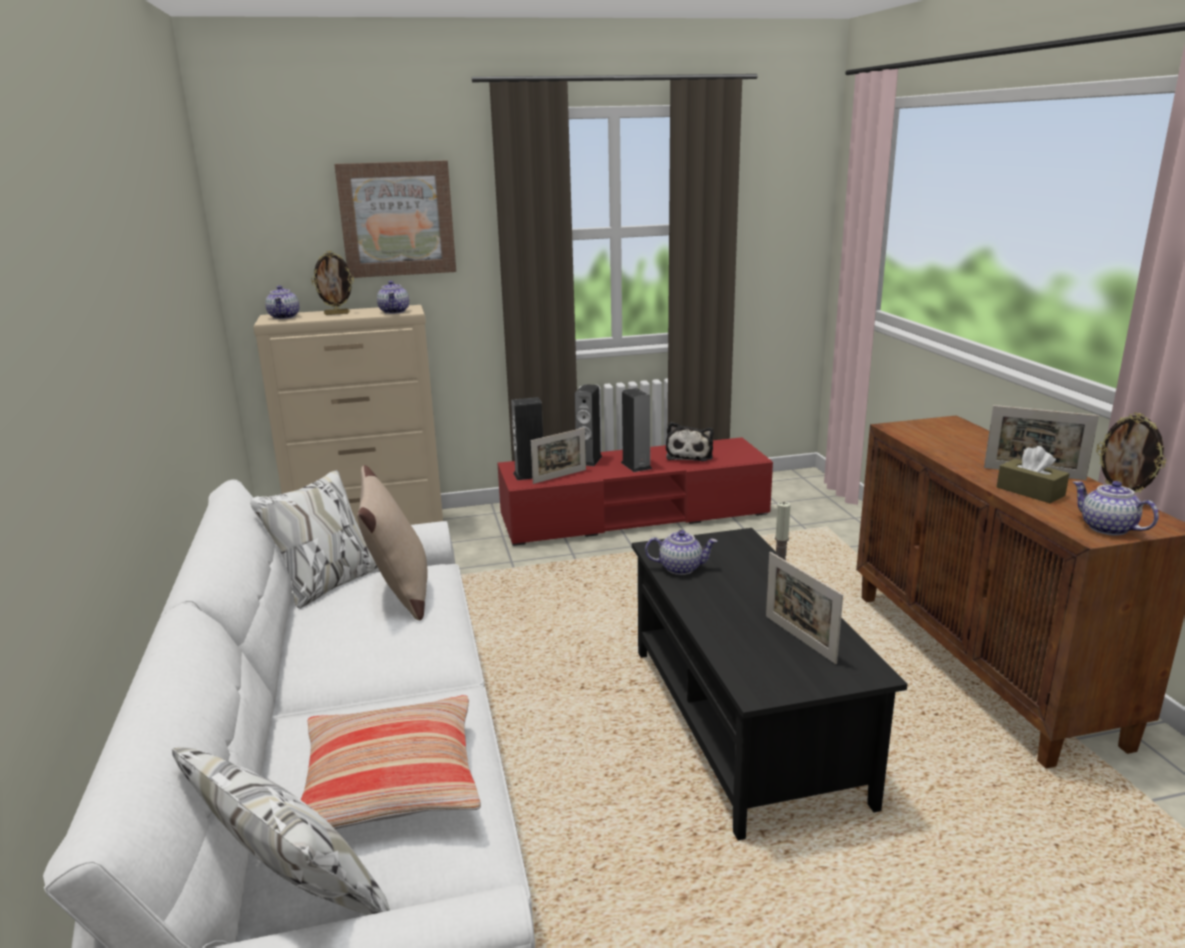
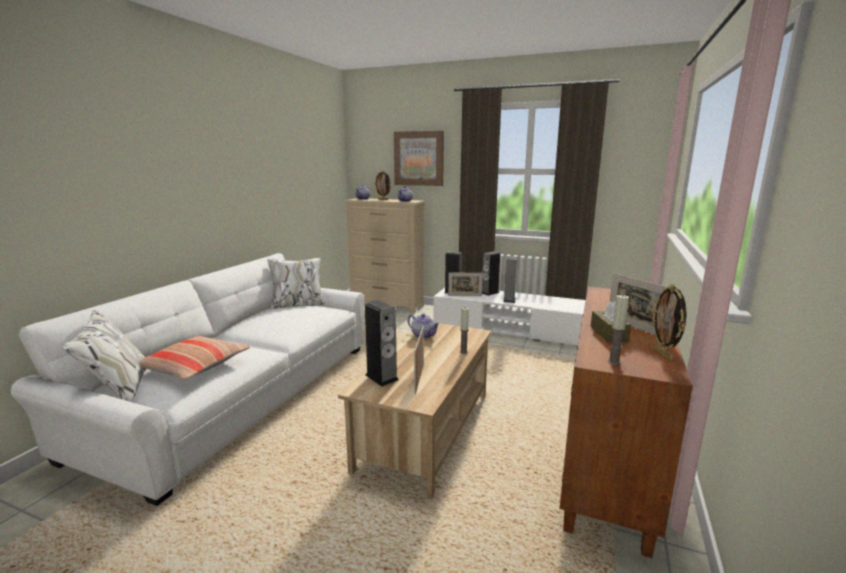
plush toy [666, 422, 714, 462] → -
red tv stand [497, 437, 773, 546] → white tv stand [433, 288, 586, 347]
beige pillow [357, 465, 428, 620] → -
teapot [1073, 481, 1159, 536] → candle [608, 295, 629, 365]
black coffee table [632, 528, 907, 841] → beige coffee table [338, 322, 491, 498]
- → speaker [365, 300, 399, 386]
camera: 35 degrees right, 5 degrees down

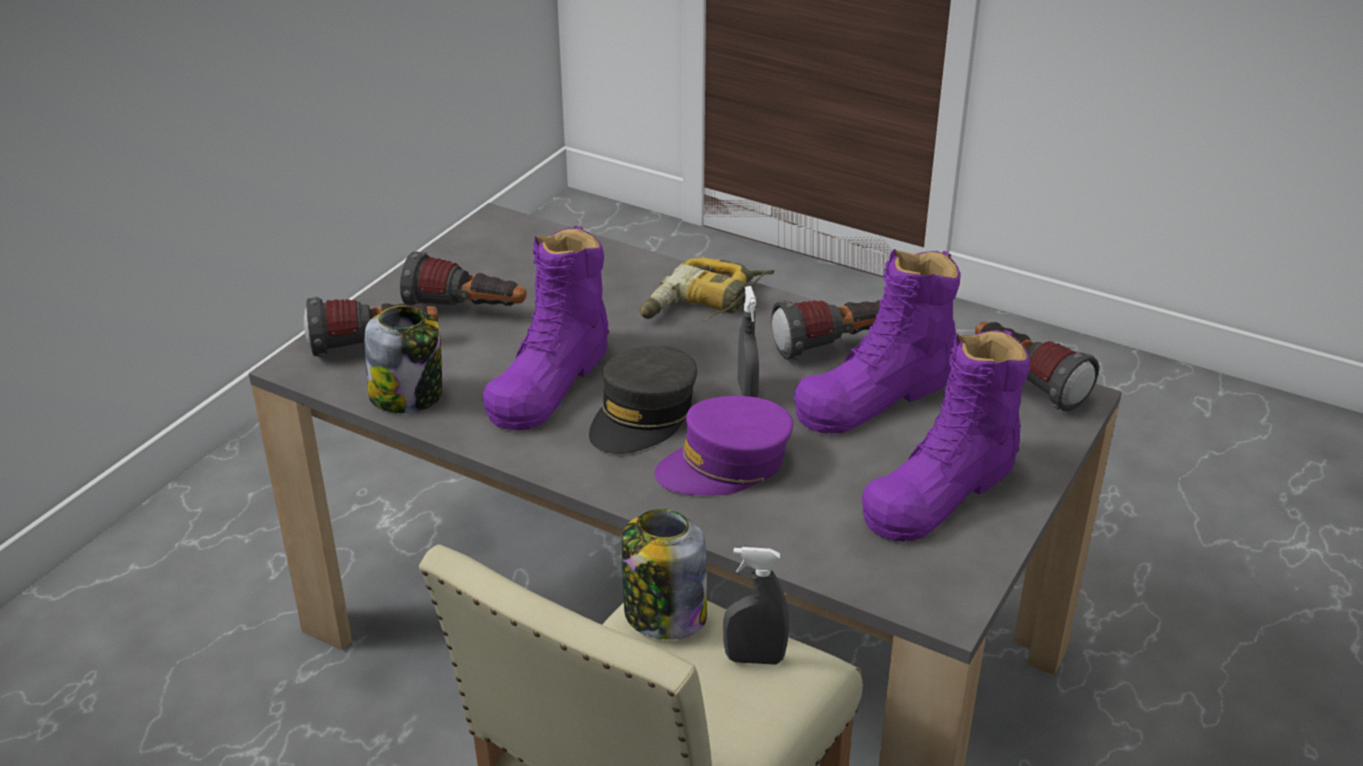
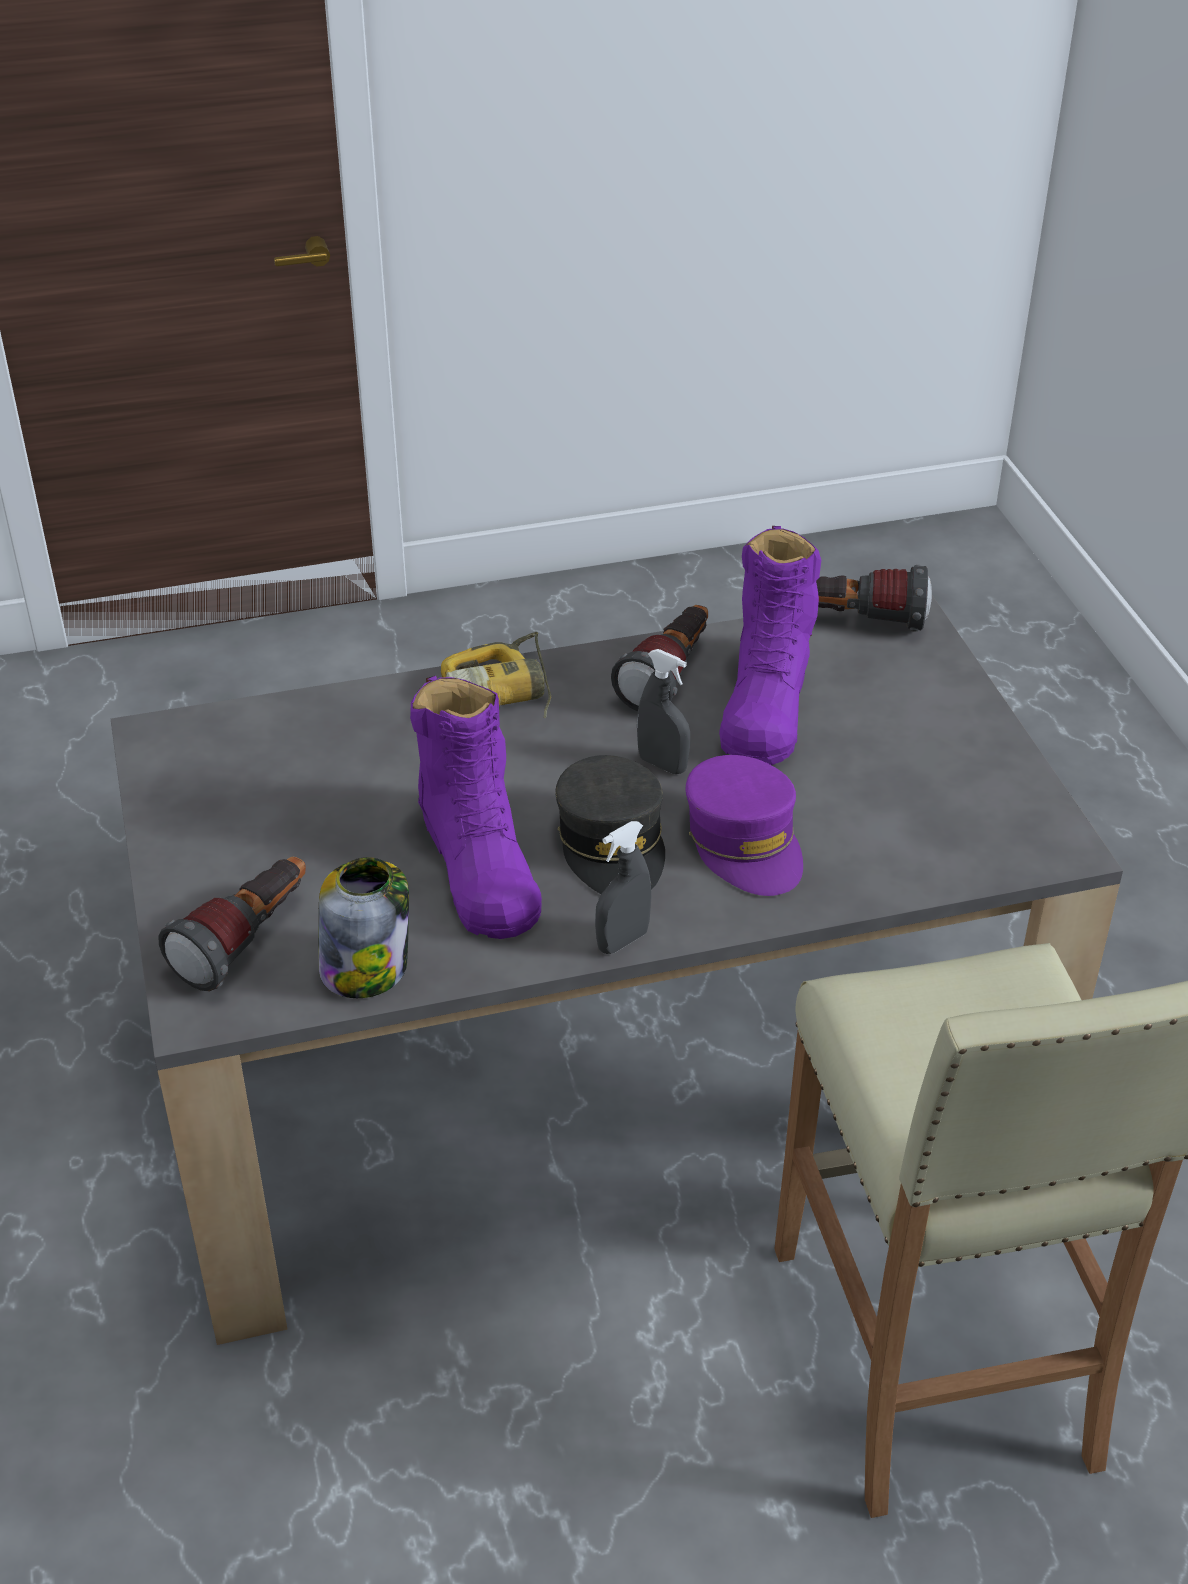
flashlight [400, 251, 526, 306] → -
purple boot [862, 329, 1030, 542] → -
purple cap [654, 396, 793, 496] → purple cap [686, 755, 803, 896], 45 degrees counterclockwise
jar [622, 509, 707, 640] → -
grey spray bottle [723, 547, 789, 665] → grey spray bottle [595, 821, 651, 954], move
camera: 45 degrees left, 5 degrees up

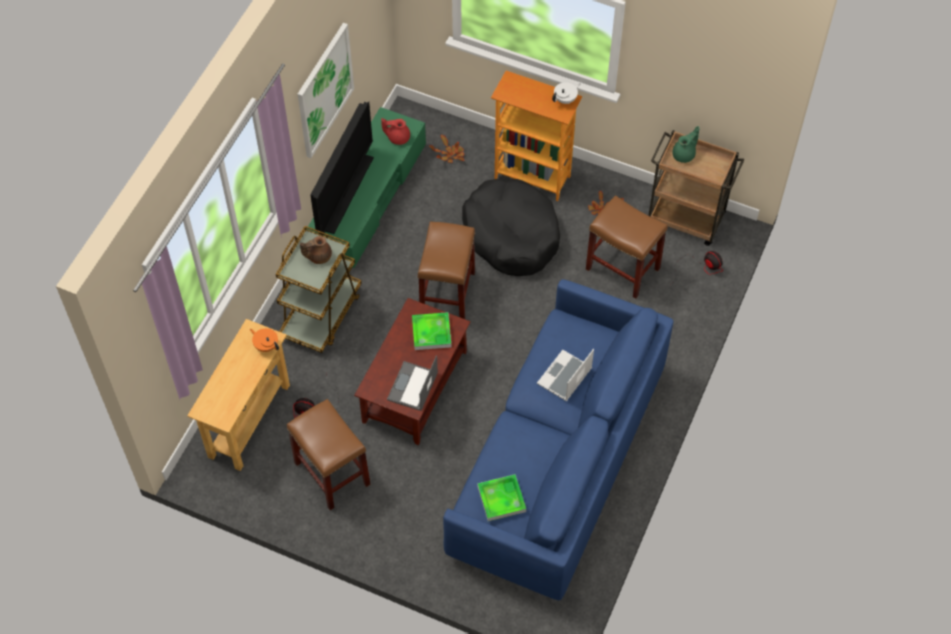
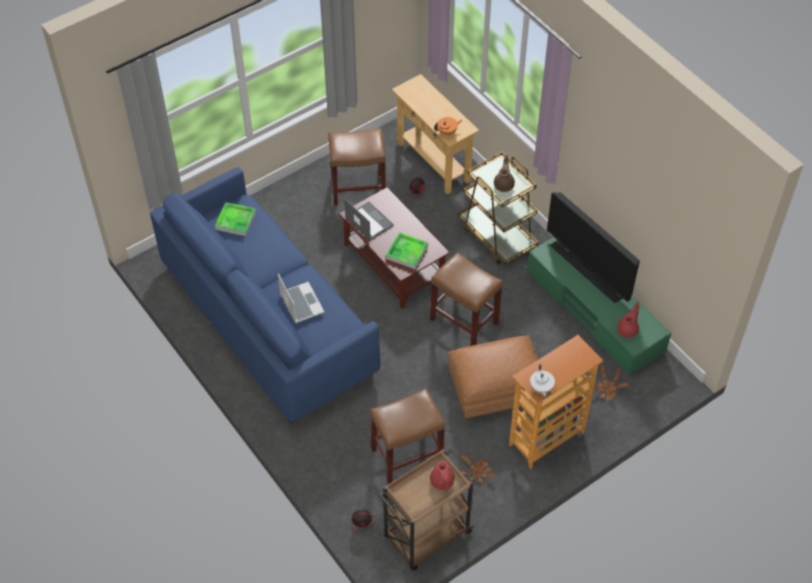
picture [297, 23, 354, 158] → -
green teapot [673, 126, 700, 163] → red teapot [430, 461, 455, 491]
black dog bed [462, 179, 560, 276] → brown ottoman [448, 335, 538, 419]
camera: 120 degrees right, 5 degrees down

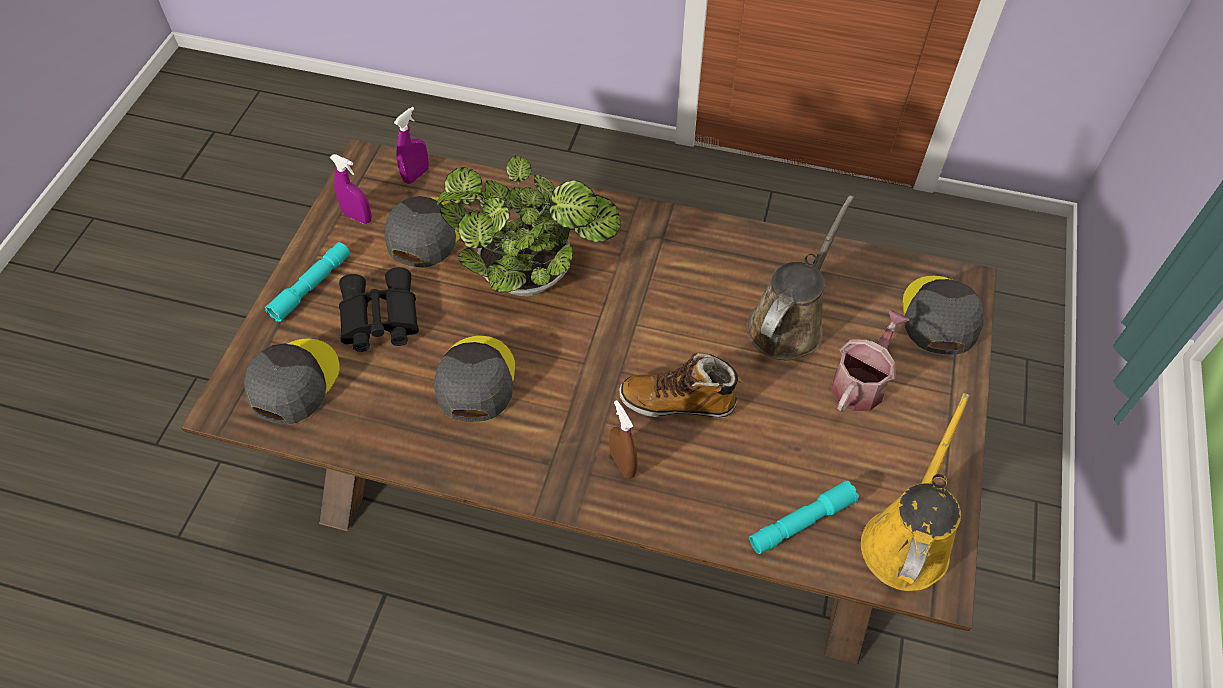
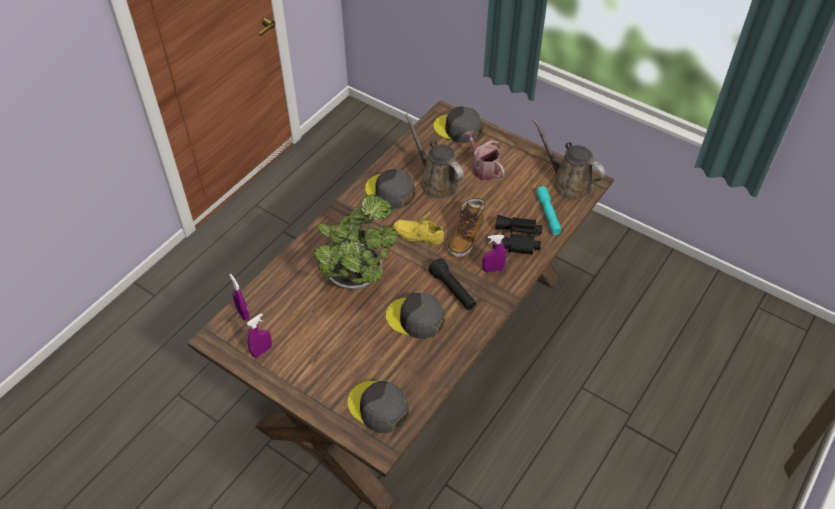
grey cap [385, 196, 460, 268] → grey cap [365, 169, 415, 209], move
turquoise flashlight [265, 242, 350, 322] → -
black binoculars [339, 267, 419, 352] → black binoculars [493, 215, 542, 255], move
yellow watering can [861, 393, 970, 591] → brown watering can [532, 119, 606, 200]
brown spray bottle [609, 400, 638, 479] → purple spray bottle [483, 235, 506, 273]
- → yellow shoe [393, 211, 444, 245]
- → black flashlight [428, 258, 476, 310]
camera: 70 degrees left, 5 degrees down

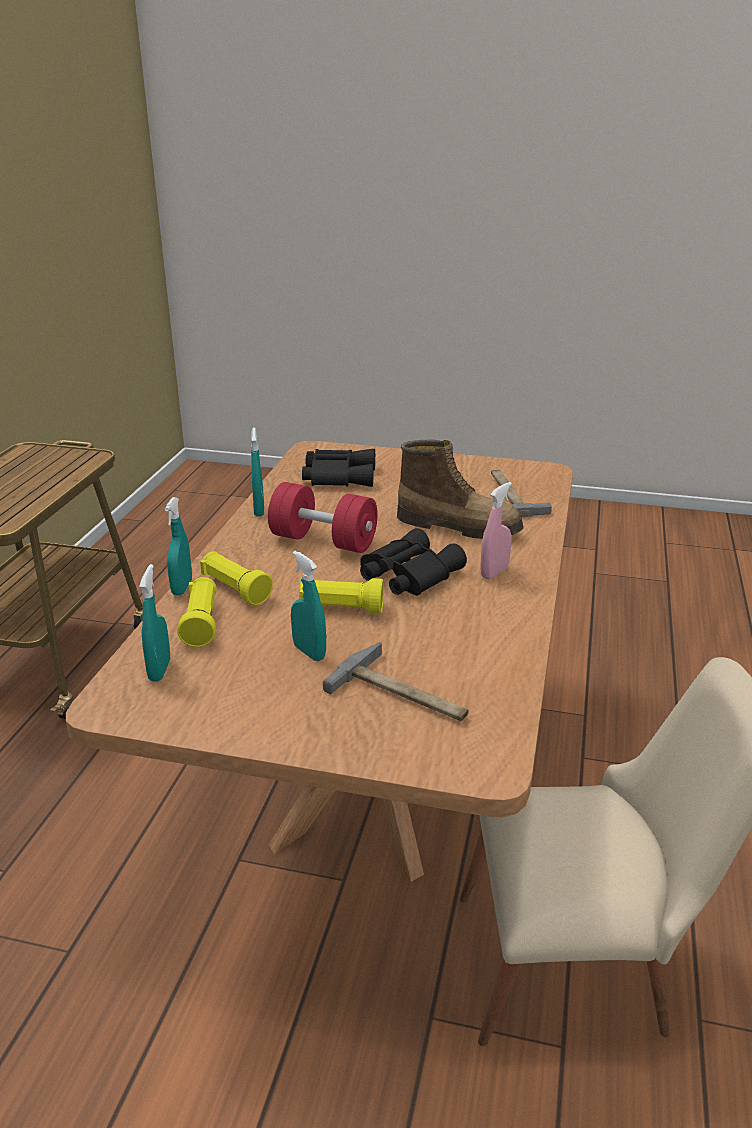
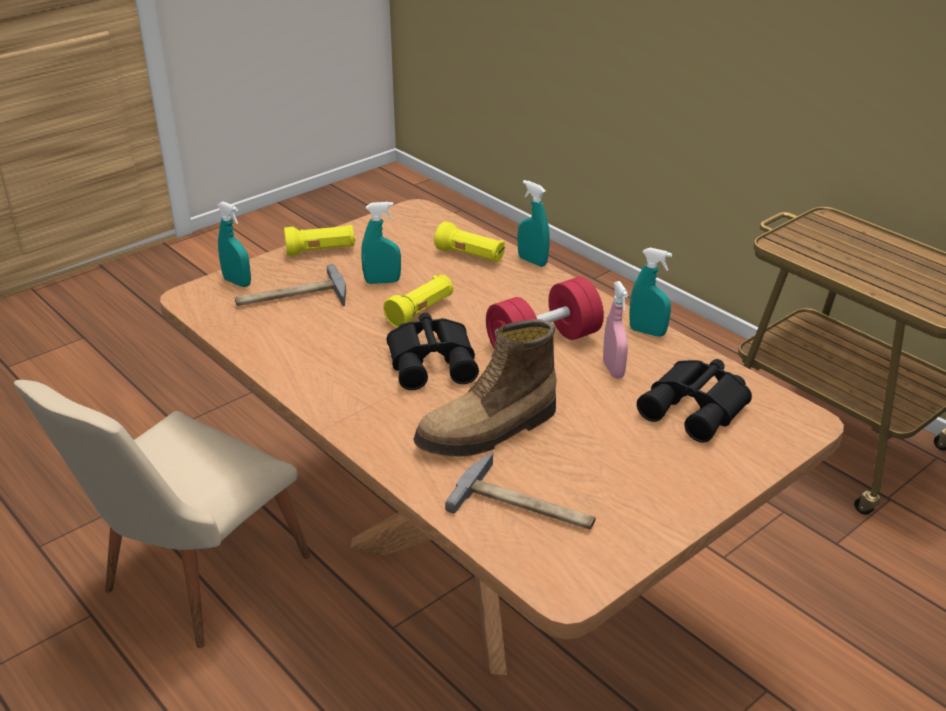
pink spray bottle [480, 482, 512, 579] → pink spray bottle [603, 281, 628, 378], move
yellow flashlight [200, 551, 273, 605] → yellow flashlight [284, 225, 356, 256], move
turquoise spray bottle [139, 564, 170, 682] → turquoise spray bottle [217, 202, 251, 287], move
camera: 125 degrees right, 5 degrees up

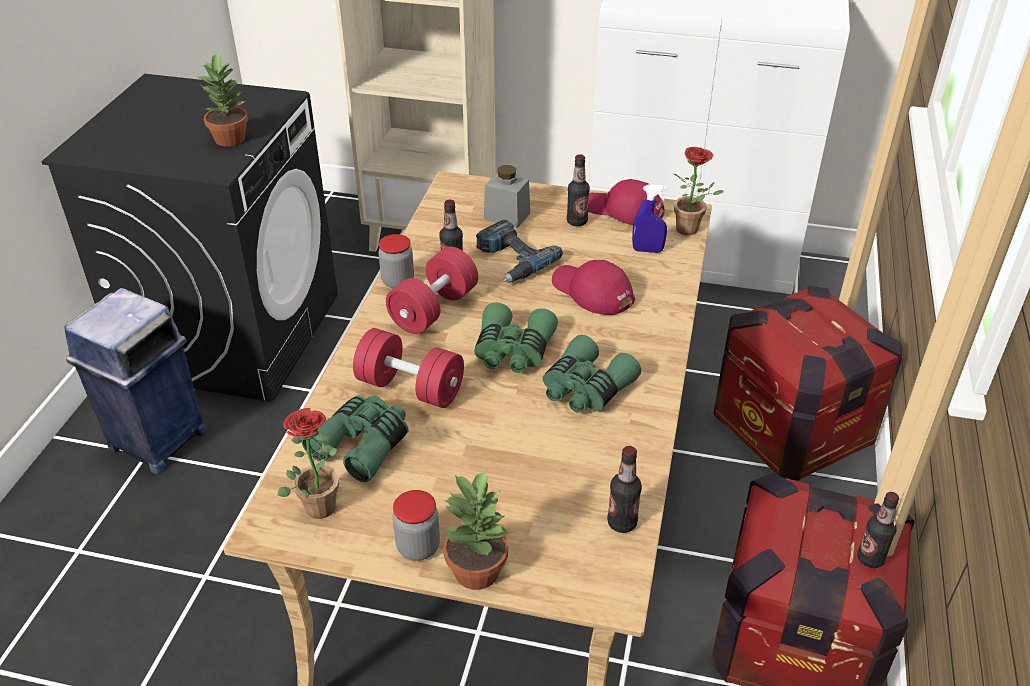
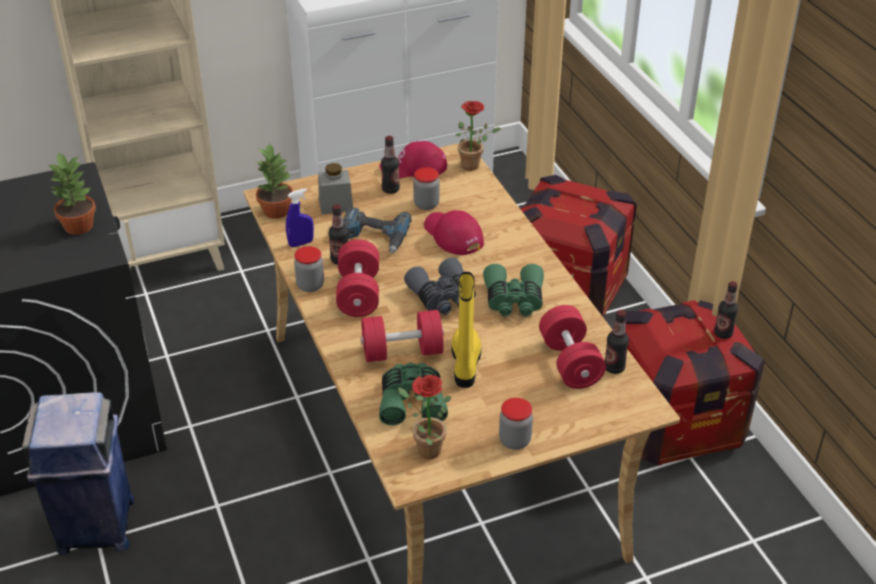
blue spray bottle [632, 184, 667, 253] → blue spray bottle [286, 188, 314, 247], move
red cap [552, 260, 635, 315] → red cap [424, 210, 484, 255], 45 degrees clockwise
green binoculars [474, 302, 558, 373] → grey binoculars [404, 258, 476, 315]
potted plant [443, 470, 511, 590] → potted plant [256, 143, 293, 219], move
- → jar [413, 167, 440, 210]
- → yellow boot [452, 272, 481, 388]
- → red dumbbell [539, 305, 606, 389]
camera: 35 degrees left, 0 degrees up

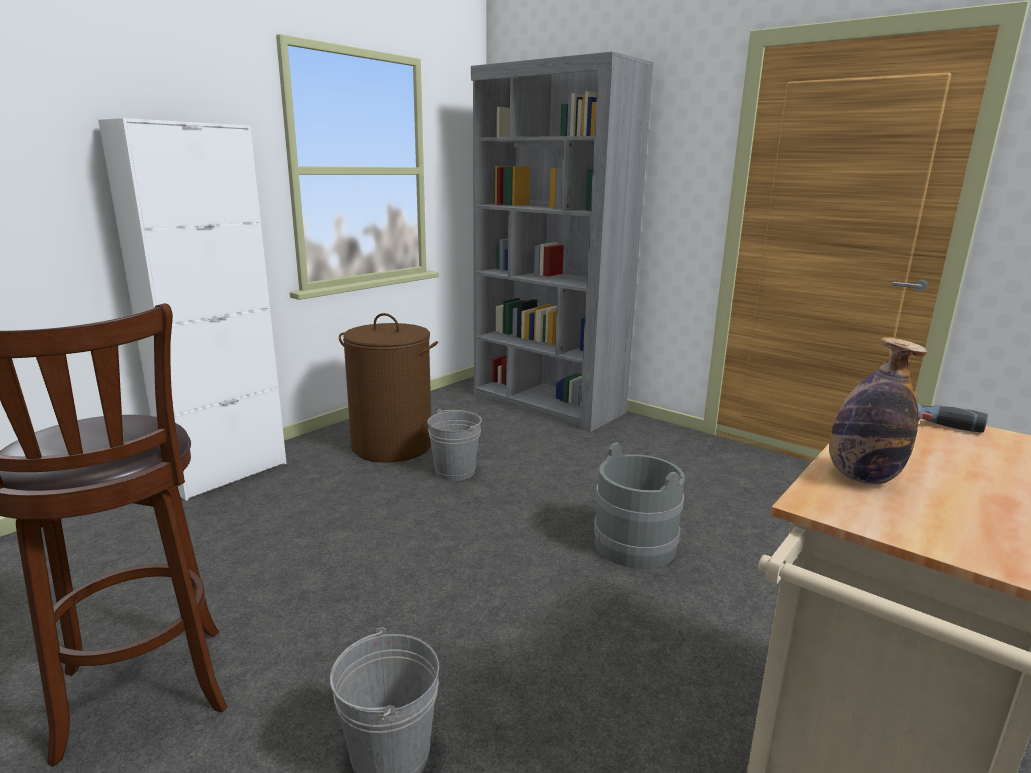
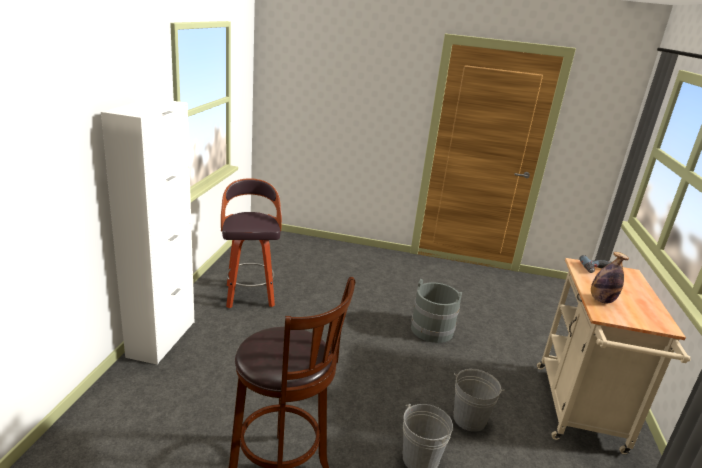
grey bookcase [471, 51, 654, 432] → -
brown laundry basket [339, 313, 438, 463] → stool [221, 178, 282, 308]
grey bucket [427, 409, 482, 481] → grey bucket [453, 369, 505, 432], move
camera: 30 degrees left, 5 degrees up

